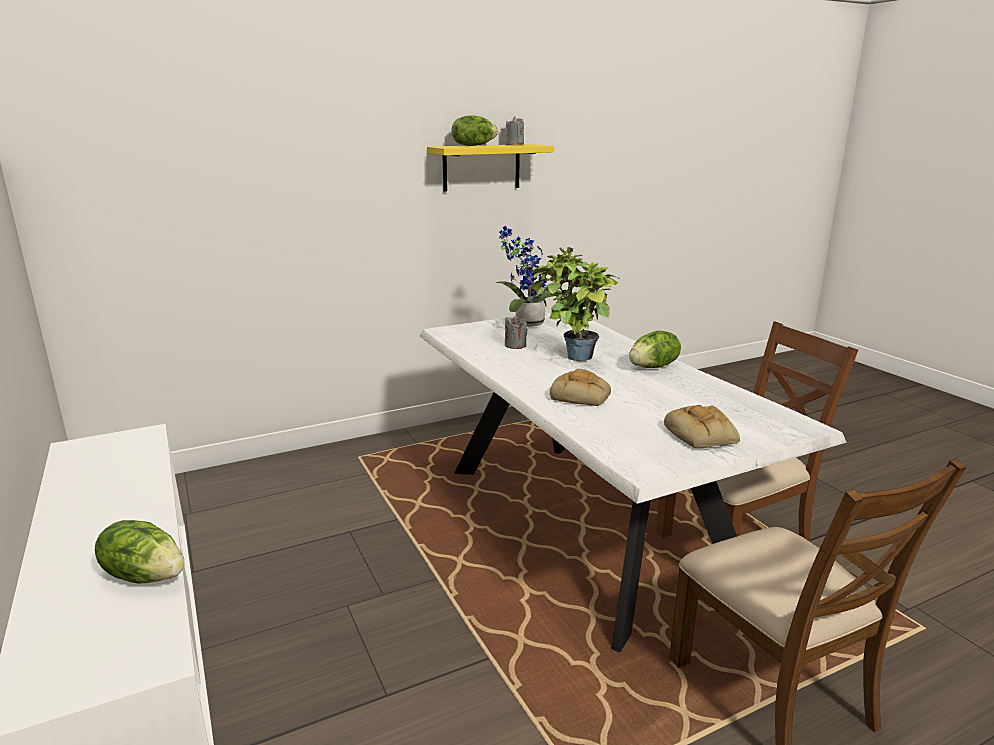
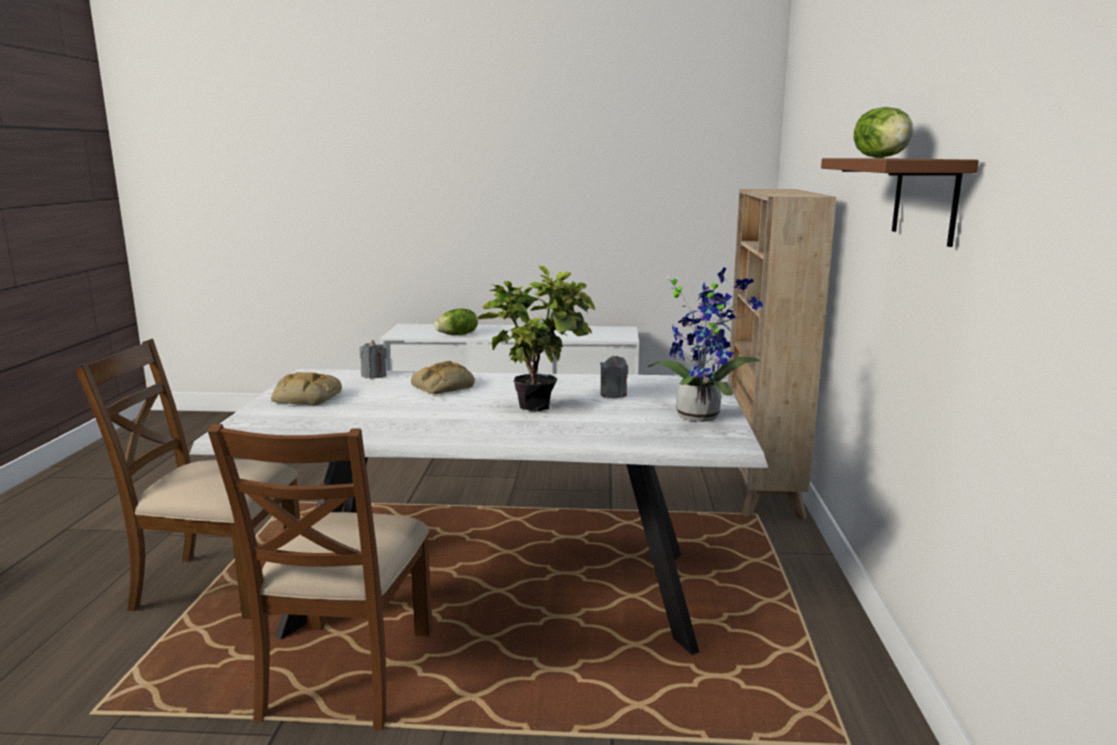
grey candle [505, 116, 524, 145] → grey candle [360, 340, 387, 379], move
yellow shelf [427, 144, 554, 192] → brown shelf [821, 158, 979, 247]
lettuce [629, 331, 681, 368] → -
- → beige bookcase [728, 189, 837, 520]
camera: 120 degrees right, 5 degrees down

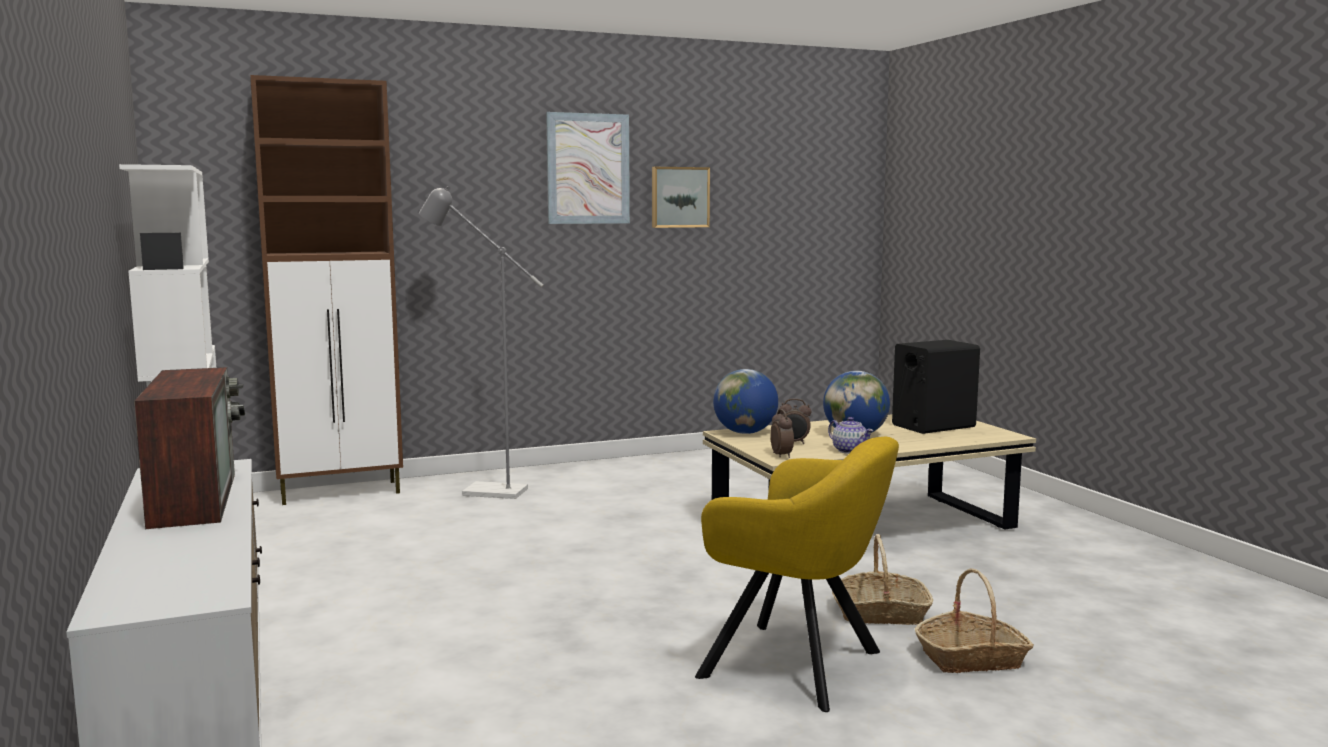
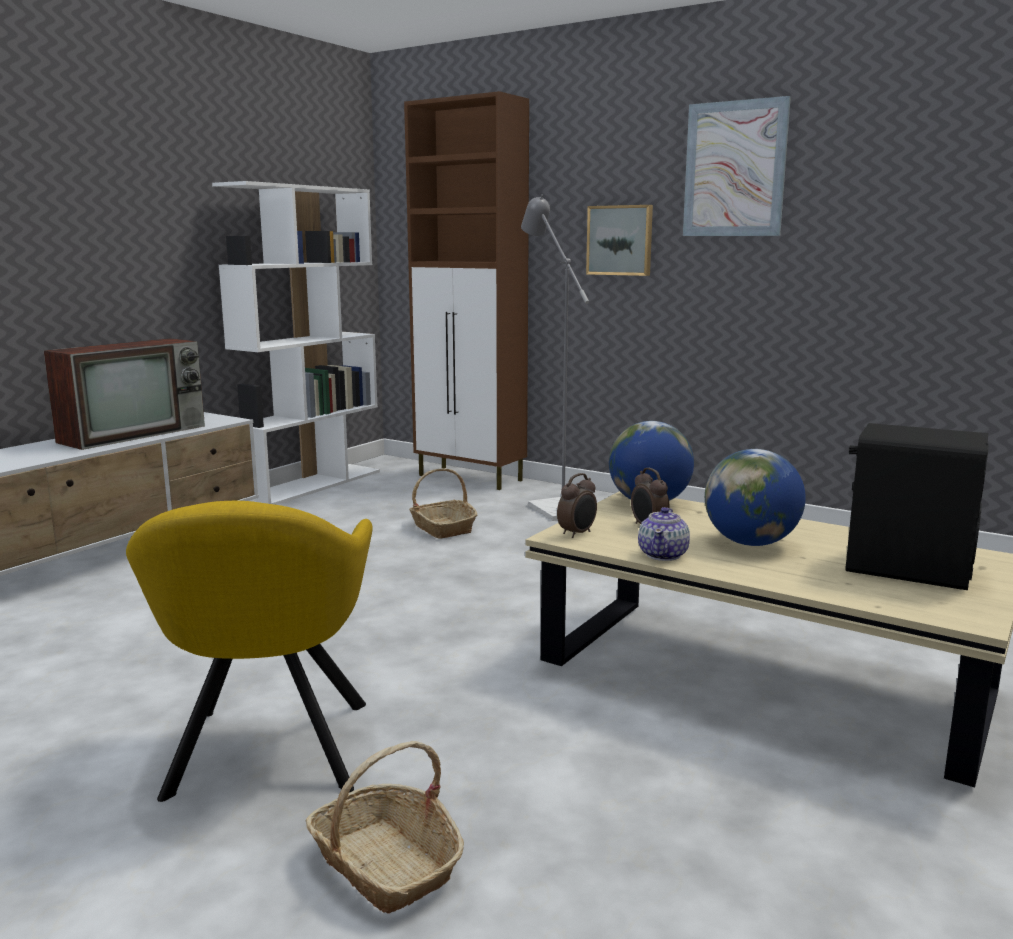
picture [652, 167, 710, 228] → picture [586, 205, 653, 276], move
basket [832, 534, 933, 625] → basket [409, 468, 477, 538], move
camera: 55 degrees right, 5 degrees up

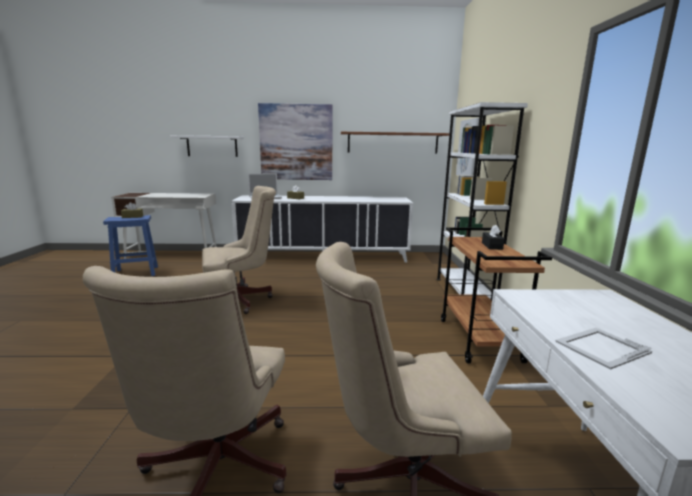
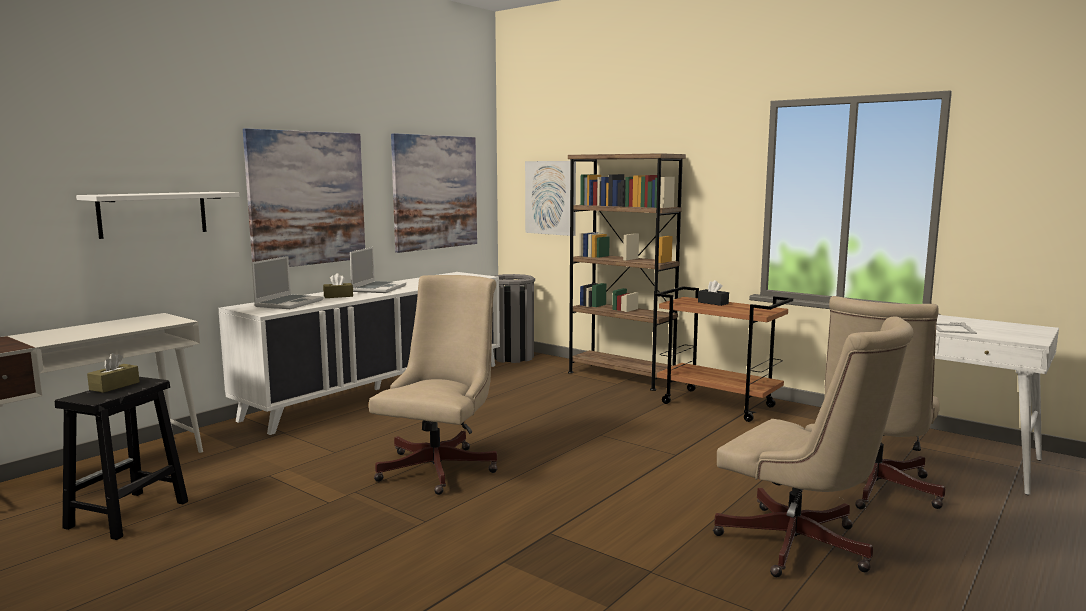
white bookcase [436, 102, 528, 299] → brown bookcase [568, 153, 686, 391]
shelf [341, 132, 450, 154] → picture [391, 133, 477, 253]
blue stool [103, 215, 158, 276] → black stool [55, 377, 188, 540]
- → laptop [350, 247, 406, 293]
- → grey trash can [493, 274, 535, 363]
camera: 50 degrees left, 5 degrees down

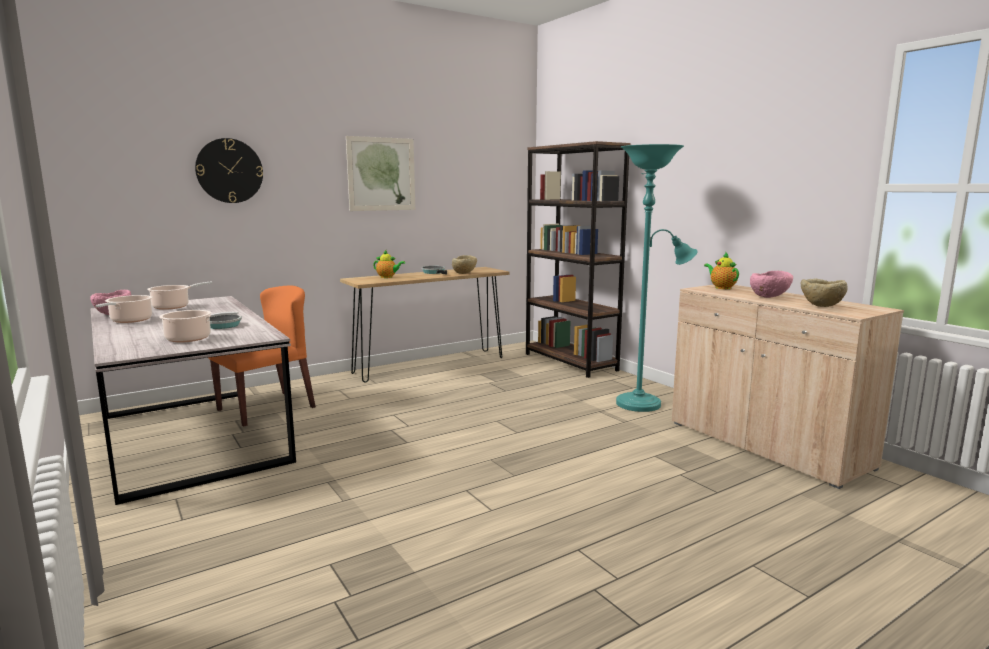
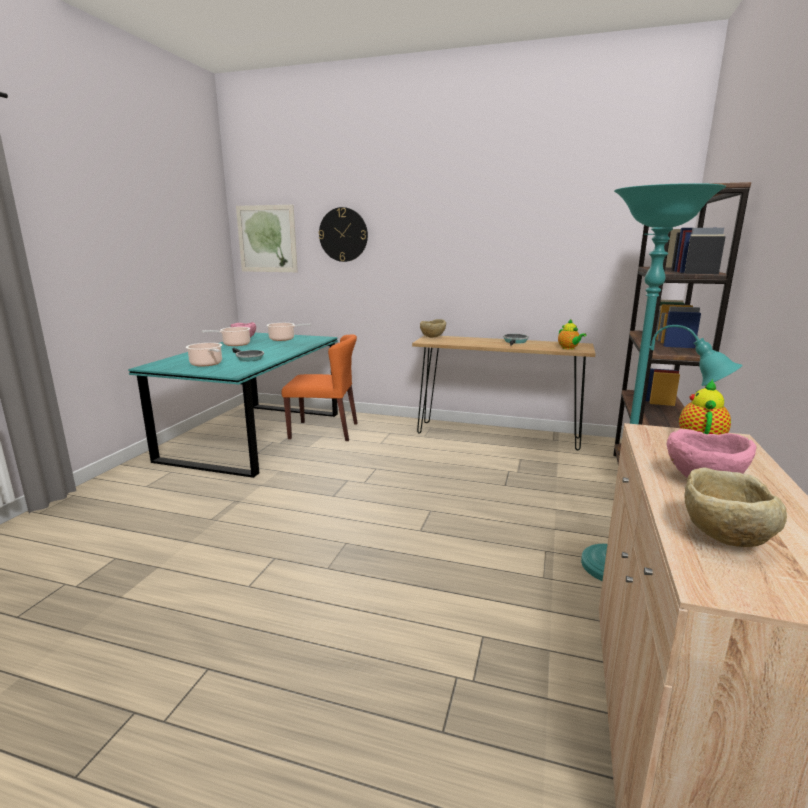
picture [346, 136, 415, 211] → picture [236, 205, 298, 272], move
teapot [373, 250, 405, 278] → teapot [558, 319, 586, 350], move
beige bowl [452, 255, 477, 274] → beige bowl [420, 319, 446, 338], move
grey dining table [91, 296, 296, 505] → turquoise dining table [128, 333, 338, 478]
camera: 50 degrees right, 5 degrees up

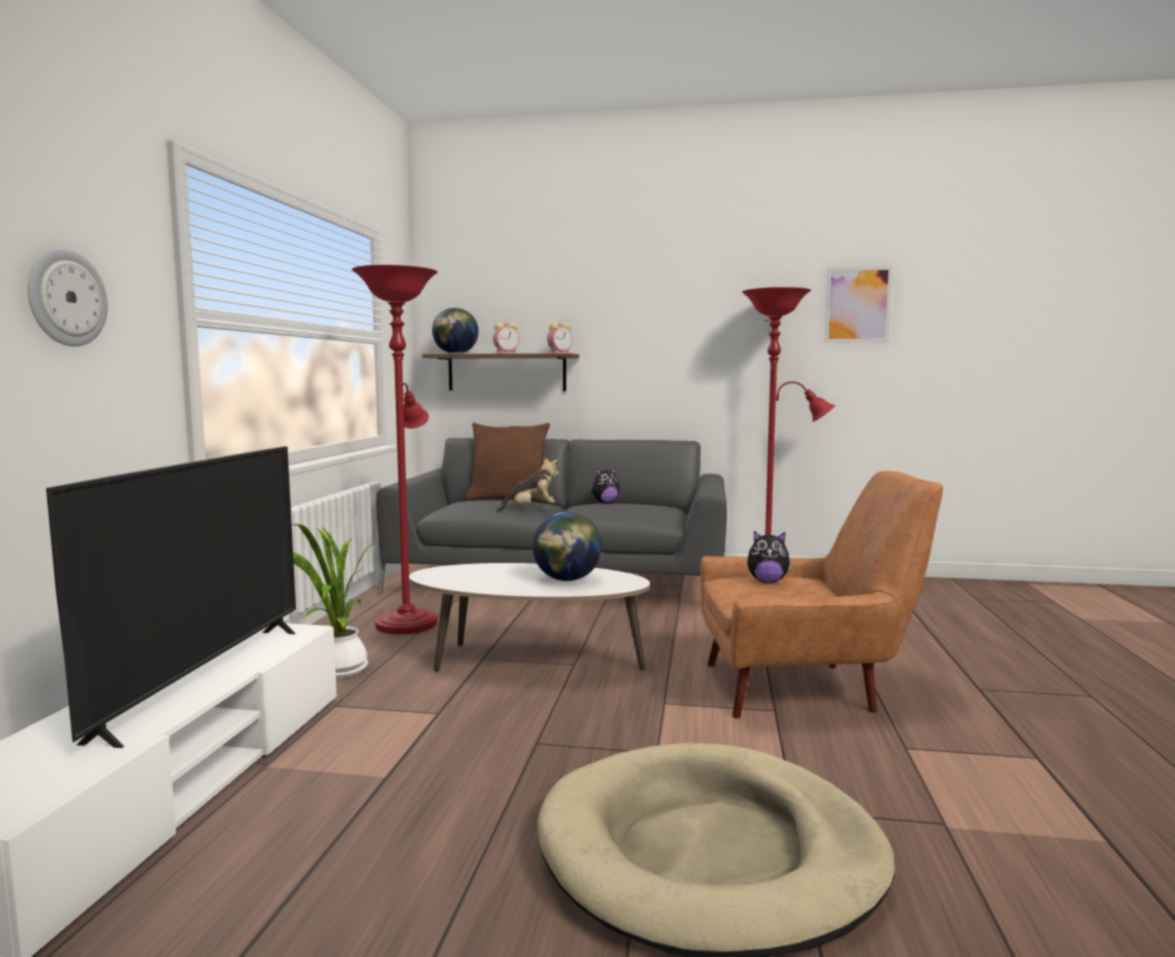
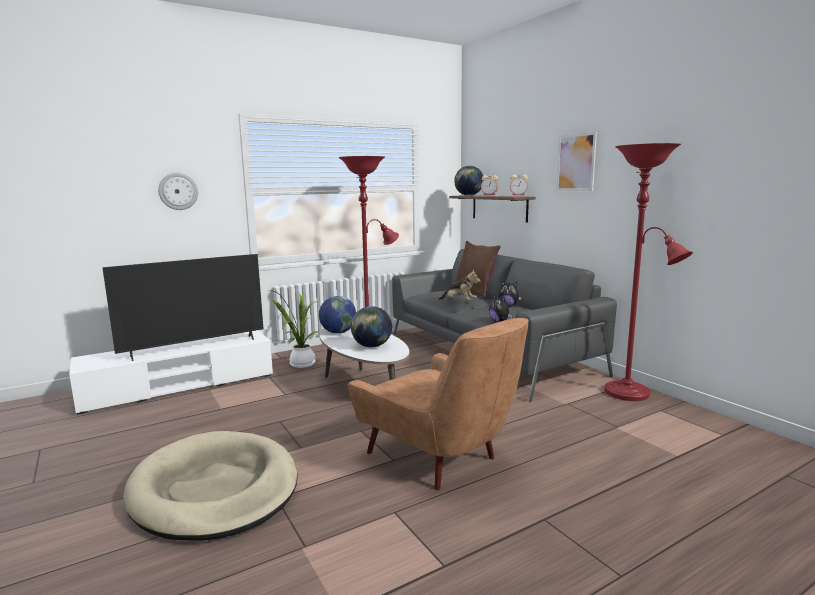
picture [825, 266, 893, 343] → picture [556, 132, 597, 191], move
plush toy [747, 531, 792, 583] → plush toy [489, 295, 513, 322], move
- → globe [319, 296, 357, 334]
camera: 50 degrees right, 5 degrees up

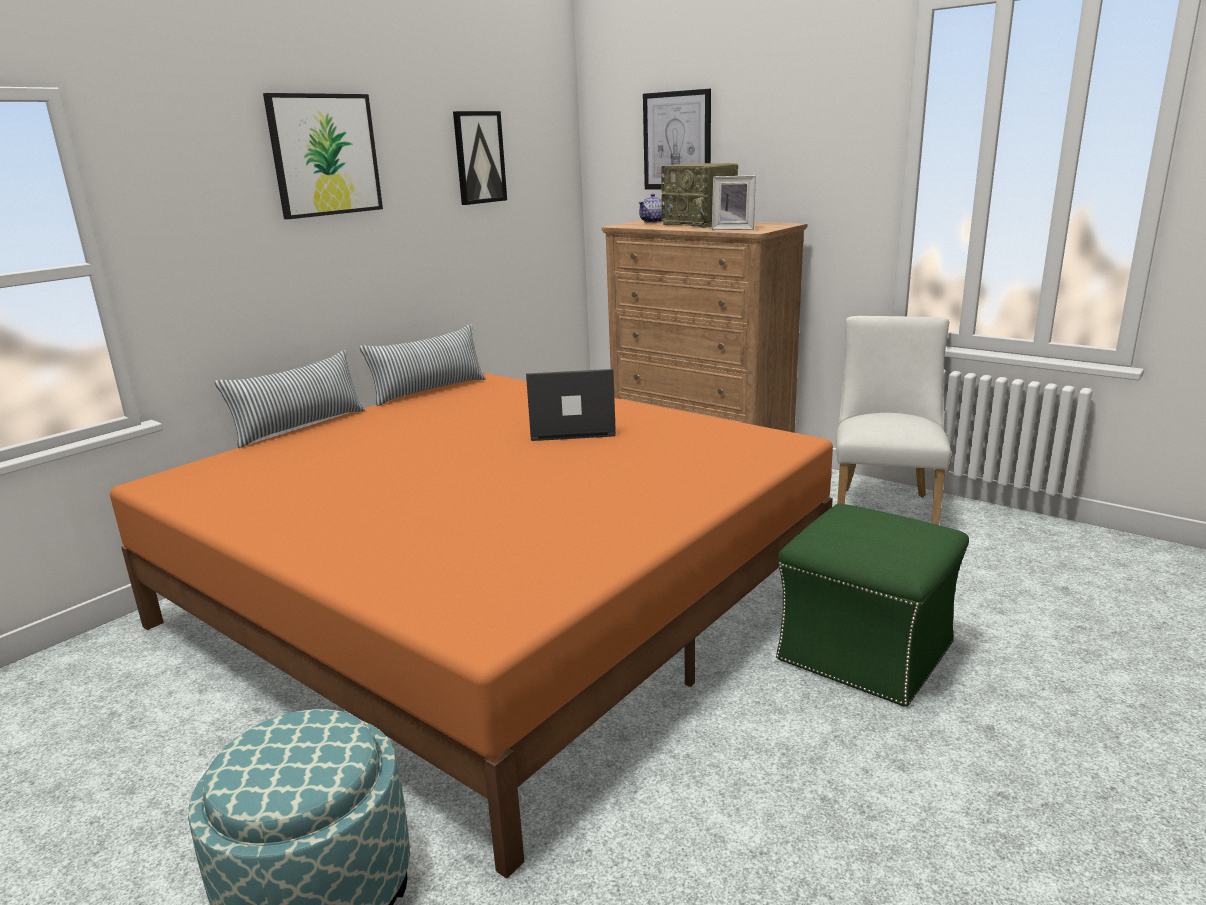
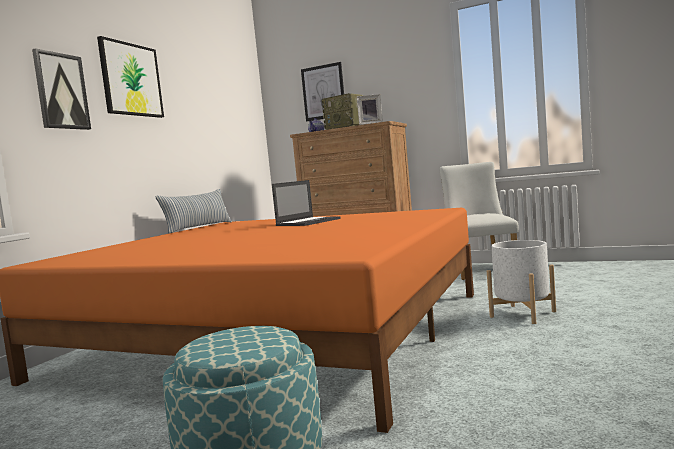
picture [453, 111, 507, 205] → picture [32, 48, 91, 130], move
pillow [215, 350, 365, 448] → -
laptop [526, 369, 616, 441] → laptop [272, 180, 341, 226], 150 degrees clockwise
green ottoman [776, 504, 969, 707] → white planter [487, 240, 556, 324]
camera: 15 degrees left, 15 degrees down

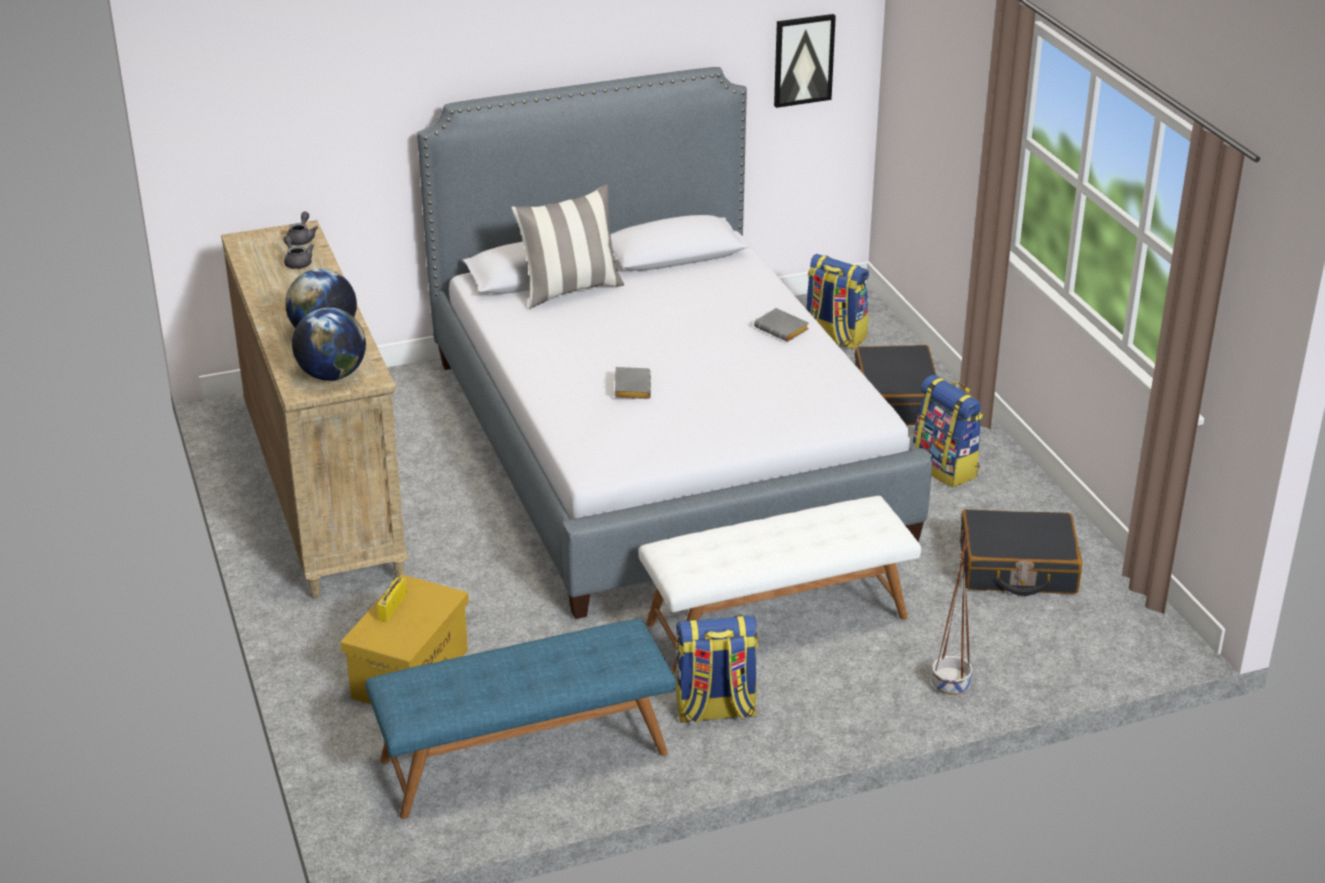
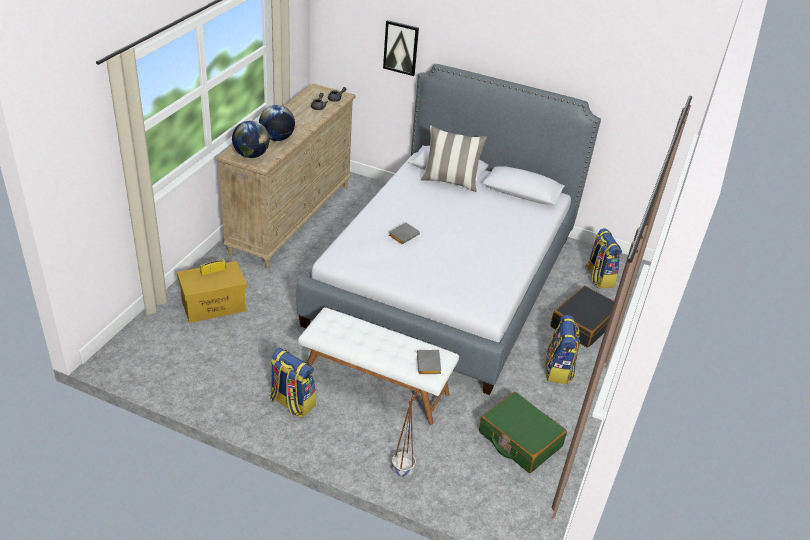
picture [774, 14, 836, 108] → picture [383, 20, 419, 76], move
grey book [754, 308, 809, 342] → grey book [417, 350, 441, 374], move
black suitcase [960, 509, 1082, 596] → green suitcase [479, 392, 567, 473]
blue bench [365, 619, 676, 819] → -
camera: 40 degrees right, 5 degrees up

